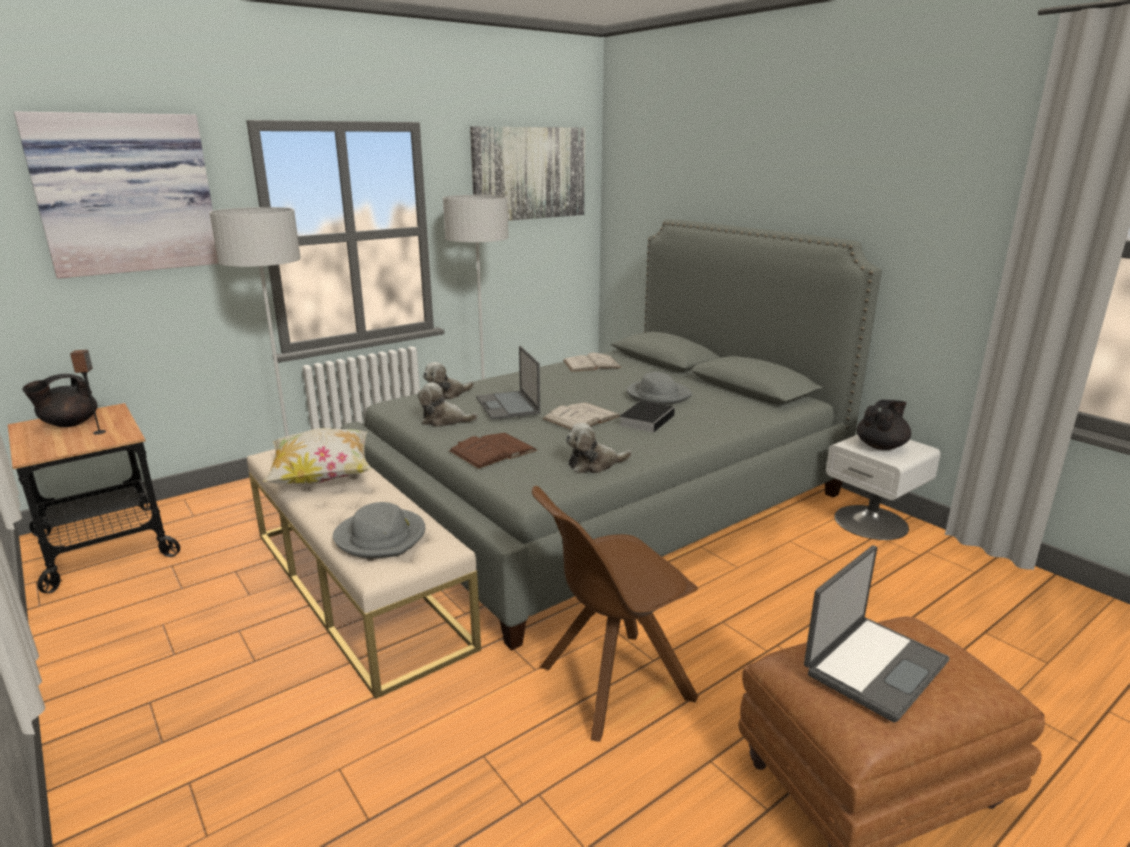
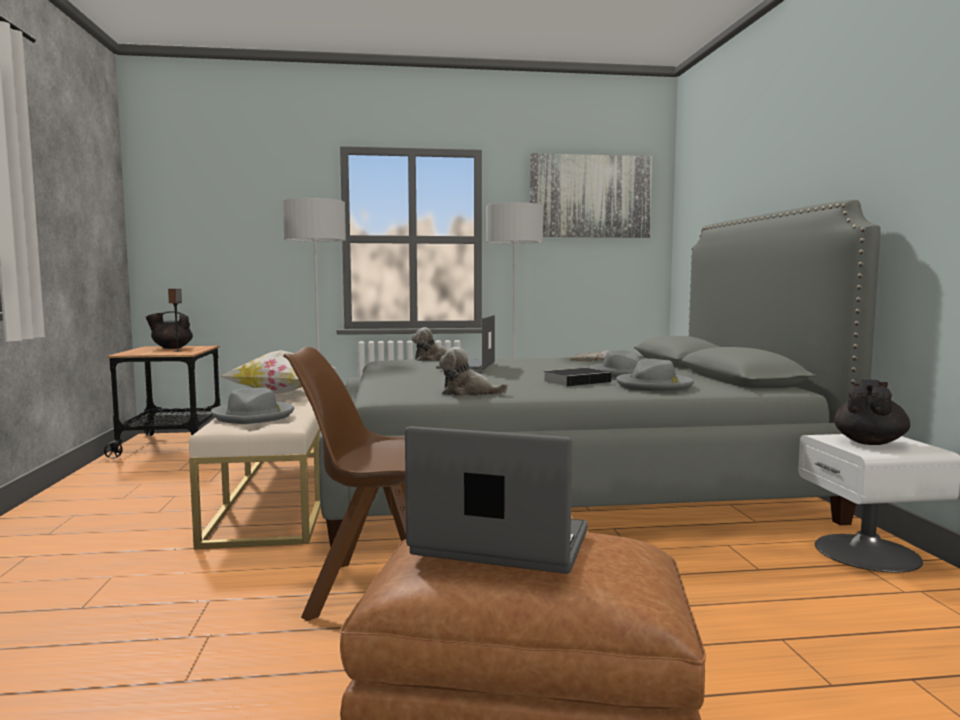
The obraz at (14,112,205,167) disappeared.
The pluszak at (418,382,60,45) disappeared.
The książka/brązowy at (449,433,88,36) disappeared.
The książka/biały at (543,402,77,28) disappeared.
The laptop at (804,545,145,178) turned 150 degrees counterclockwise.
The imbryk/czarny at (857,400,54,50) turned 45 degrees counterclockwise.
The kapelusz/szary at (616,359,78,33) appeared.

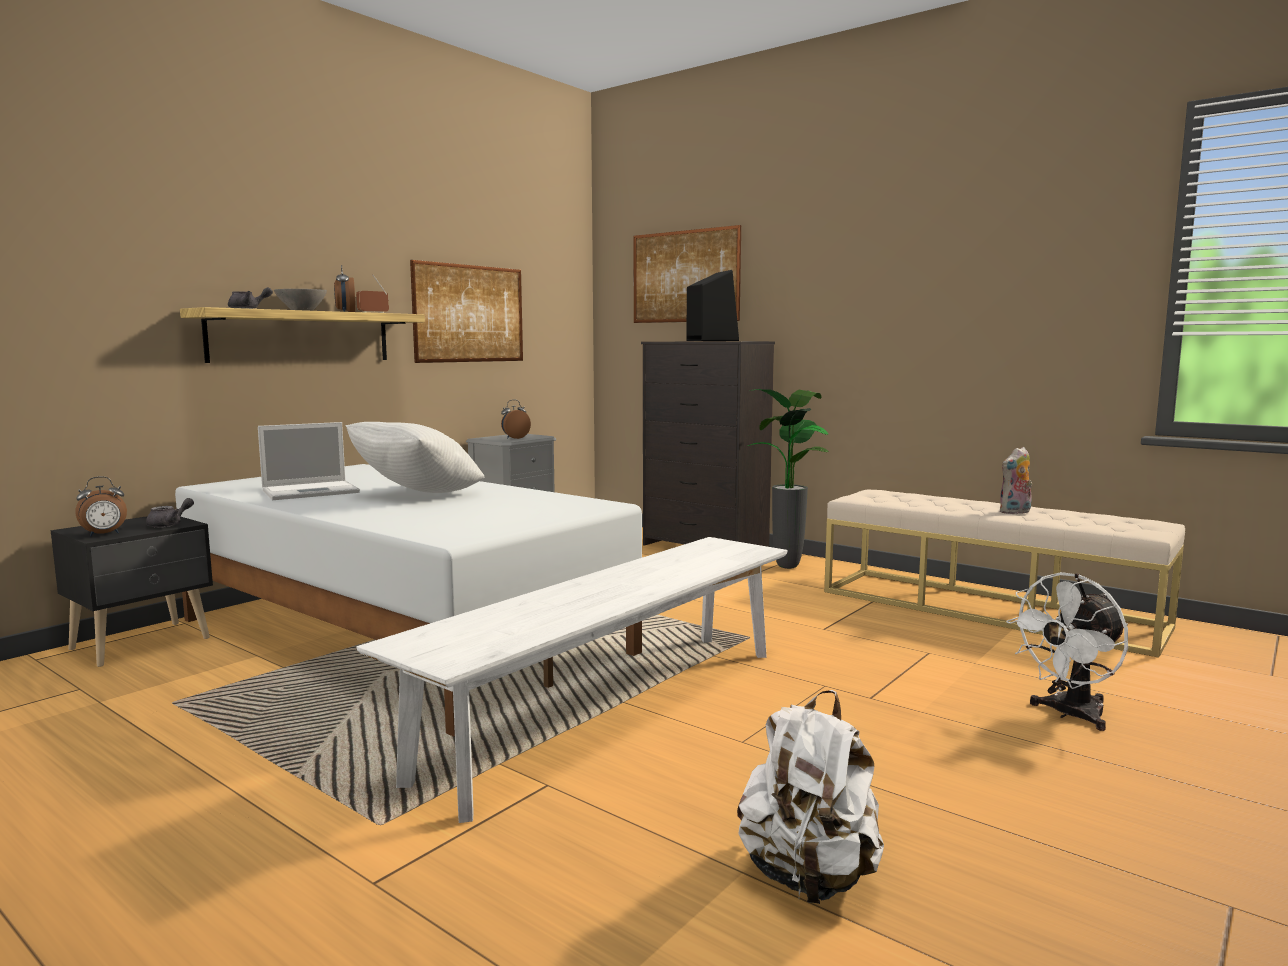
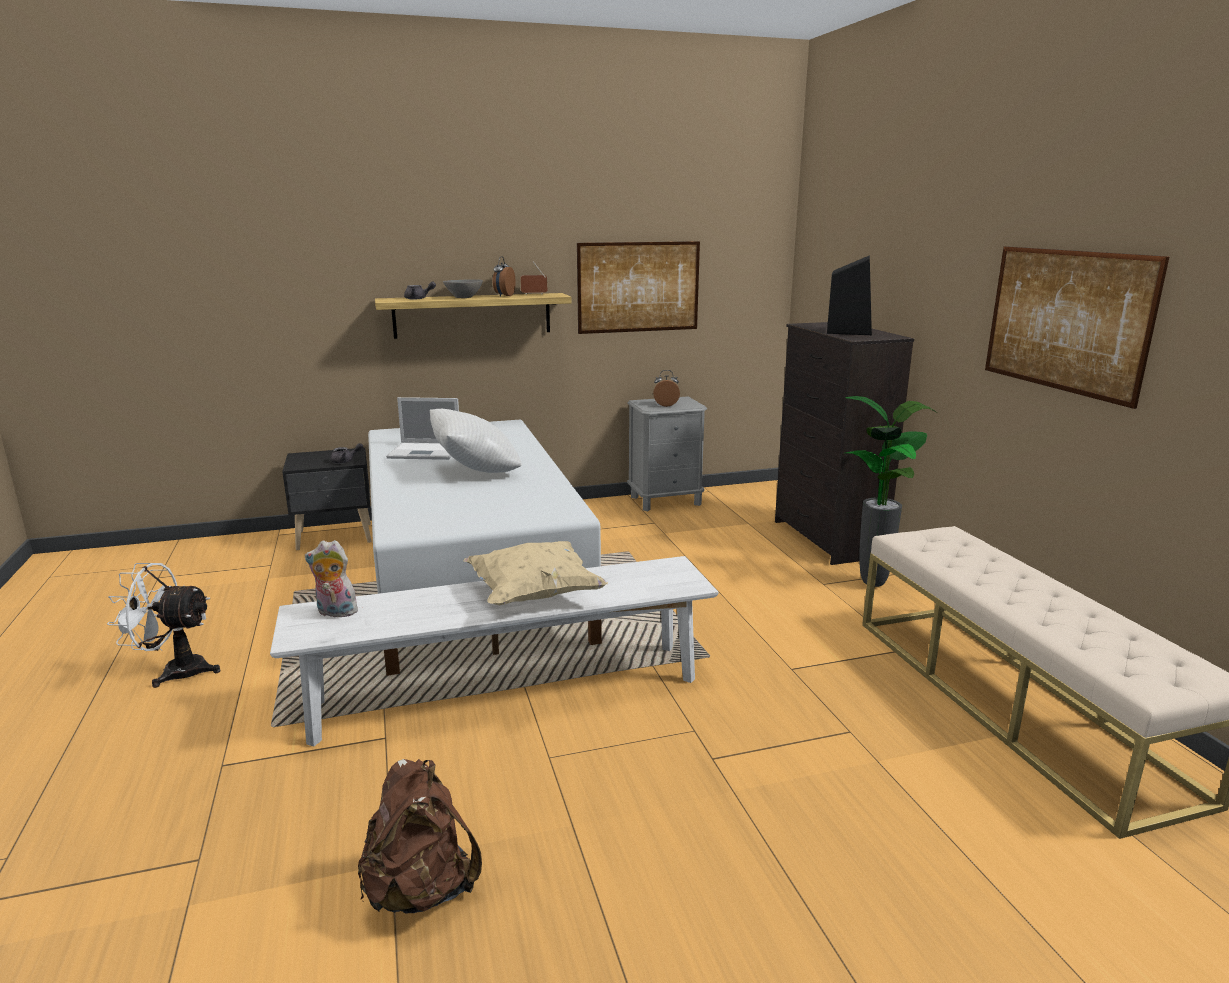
The budzik at (75,476,52,60) disappeared.
The obraz moved from (634,225,107,98) to (985,246,184,163).
The plecak/biały at (737,690,147,214) became the plecak/brązowy at (358,759,124,155).
The pluszak moved from (1000,447,32,67) to (305,540,53,77).
The wentylator/biały moved from (1006,572,122,159) to (107,563,113,125).
The poduszka/beżowy at (464,541,144,64) appeared.

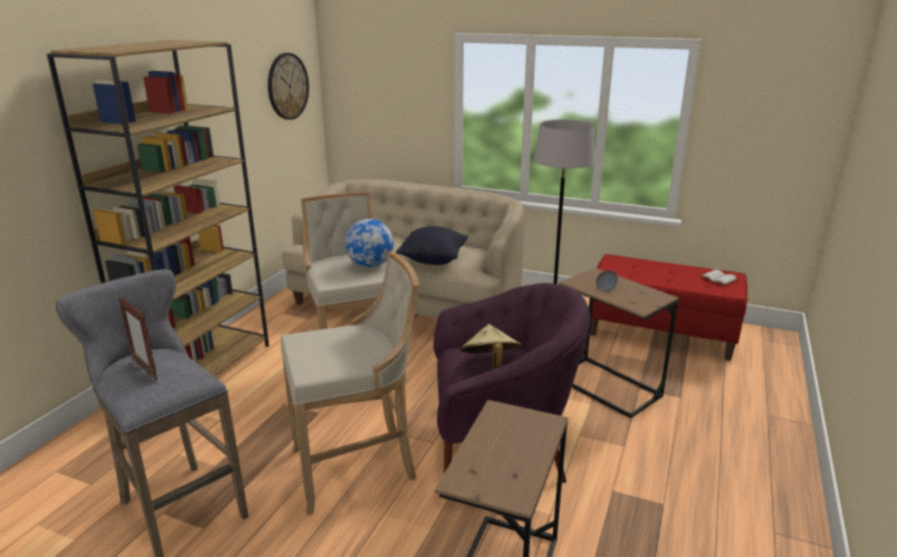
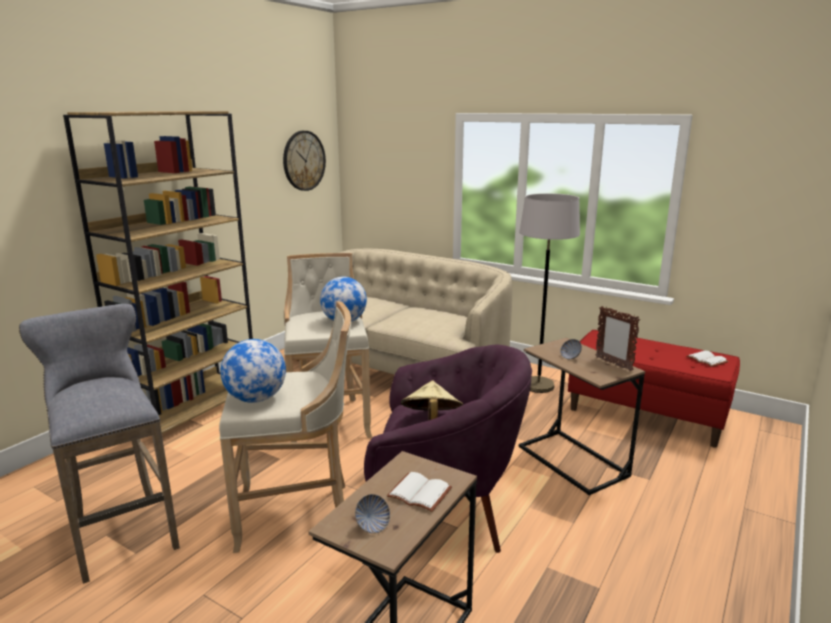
The ramka na zdjęcie moved from (118,296,40,84) to (596,306,44,65).
The poduszka/czarny at (396,226,72,39) disappeared.
The globus at (220,339,66,64) appeared.
The miska at (355,494,35,39) appeared.
The książka/biały at (387,472,65,40) appeared.

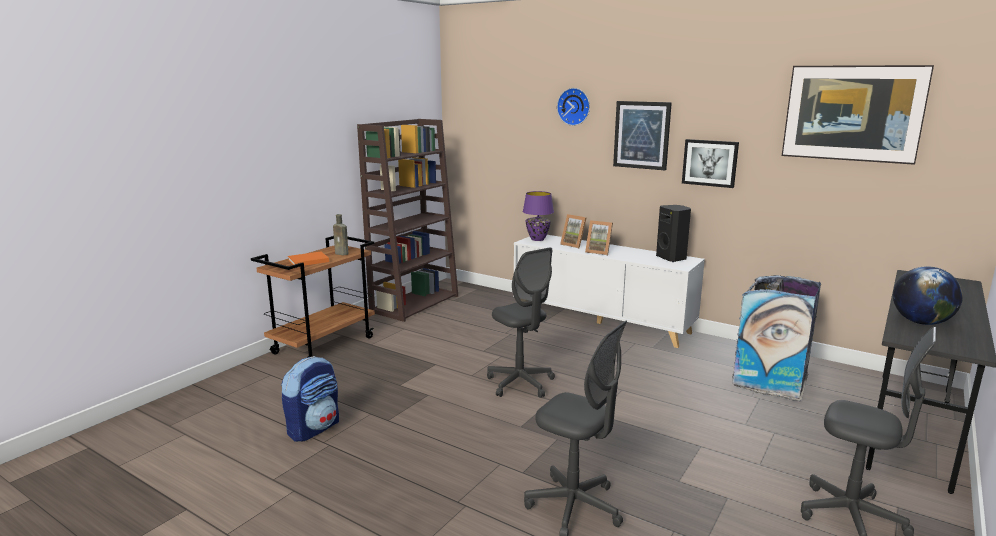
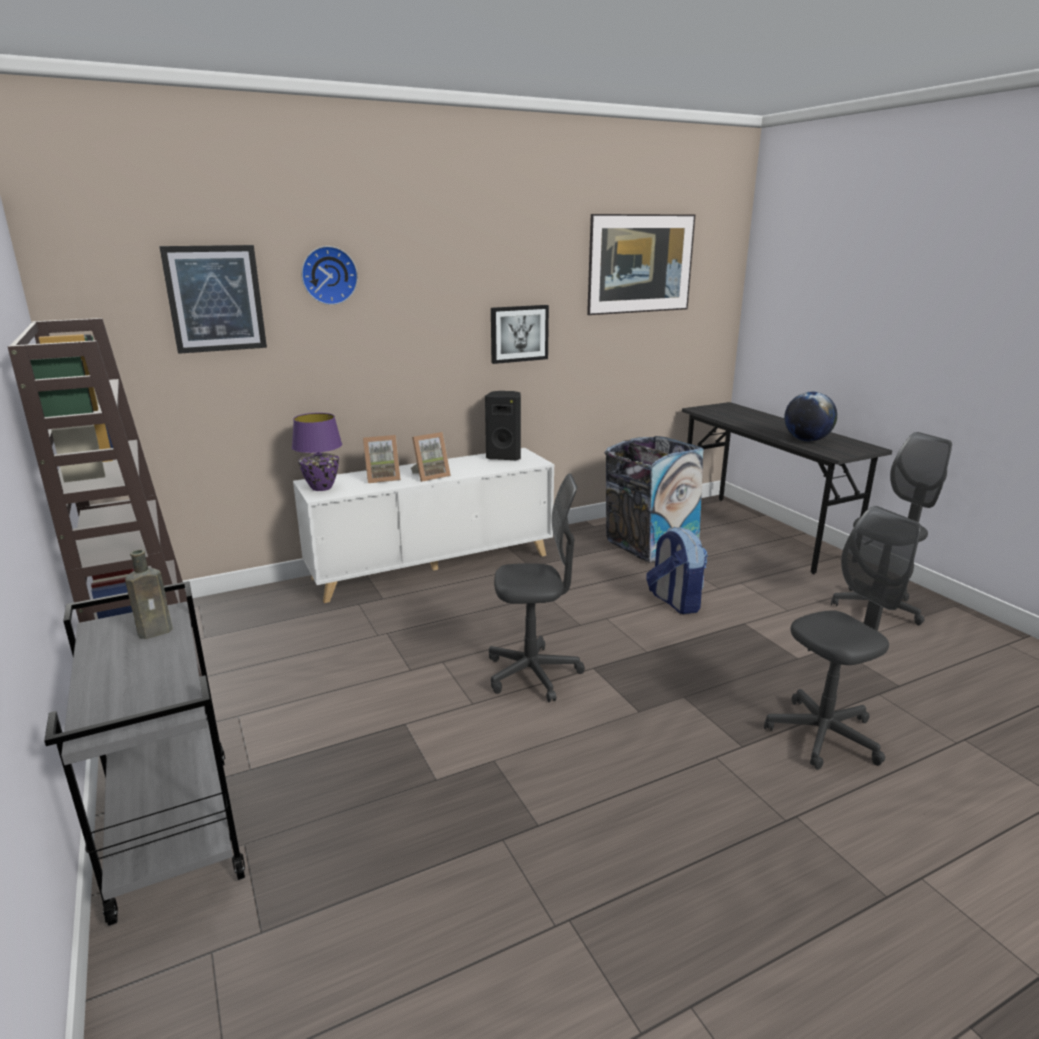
The wózek/brązowy at (251,236,124,122) became the wózek/szary at (44,581,201,345).
The plecak moved from (281,356,58,86) to (646,527,62,87).
The książka/pomarańczowy at (288,252,41,14) disappeared.
The obraz moved from (613,101,59,69) to (159,245,108,109).

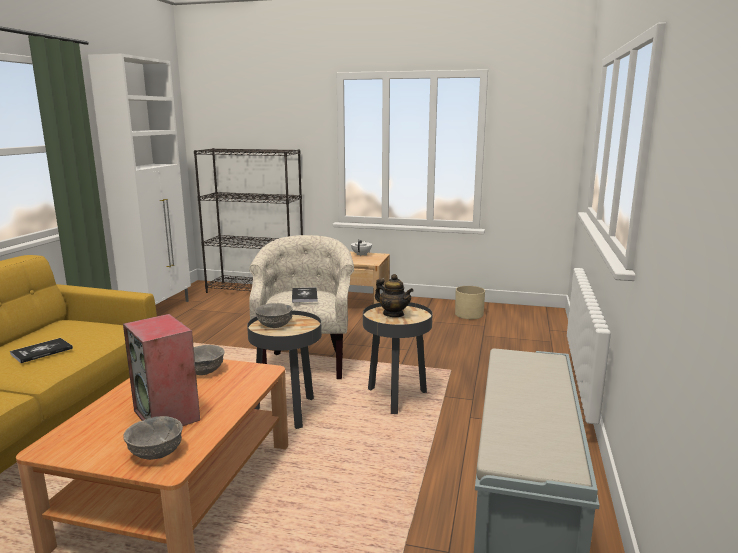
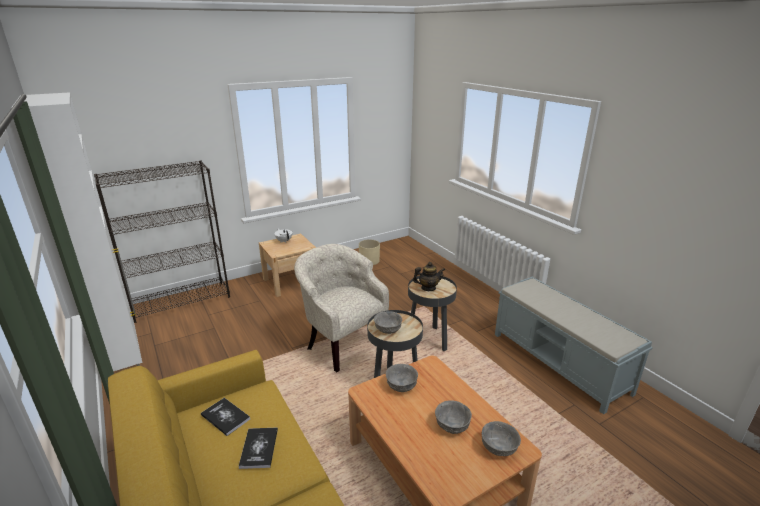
The głośnik at (123,314,77,112) was replaced by the miska/szary at (435,400,37,34).
The książka moved from (292,287,26,16) to (201,398,49,38).

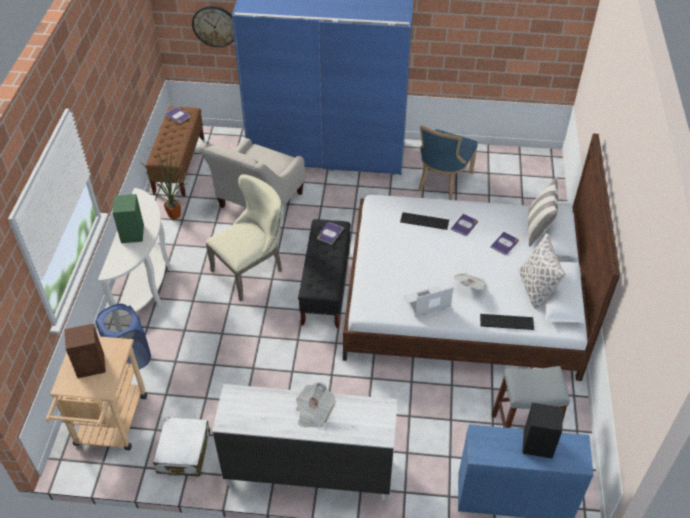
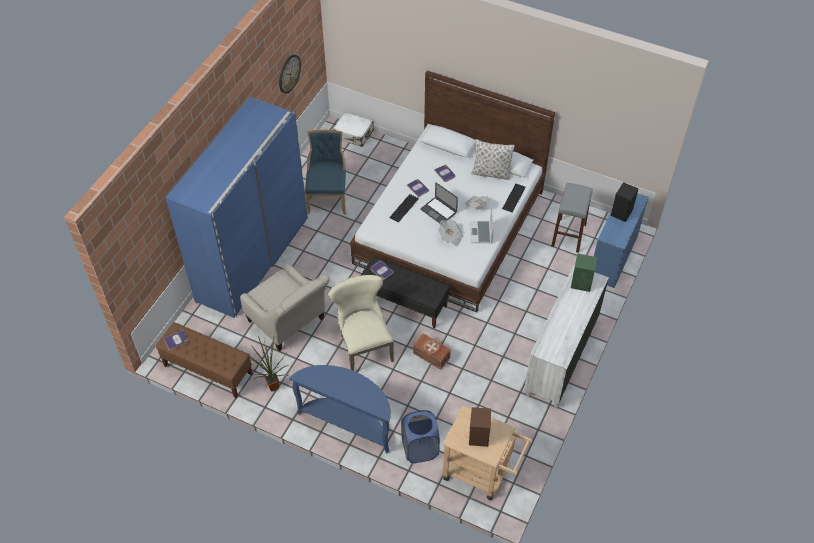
The stolik konsolowy/biały at (98,188,74,125) became the stolik konsolowy/niebieski at (289,365,102,89).
The głośnik/zielony moved from (112,194,32,49) to (571,254,26,38).
The walizka/biały moved from (153,417,57,59) to (333,112,41,35).
The zegar ścienny moved from (192,6,42,41) to (279,55,22,38).
The gazeta moved from (296,382,40,46) to (438,220,25,26).
The krzesło/niebieski at (418,125,60,75) turned 135 degrees counterclockwise.
The poduszka at (528,177,30,70) disappeared.
The pojemnik do przechowywania/brązowy at (413,333,38,37) appeared.
The laptop at (420,183,38,41) appeared.

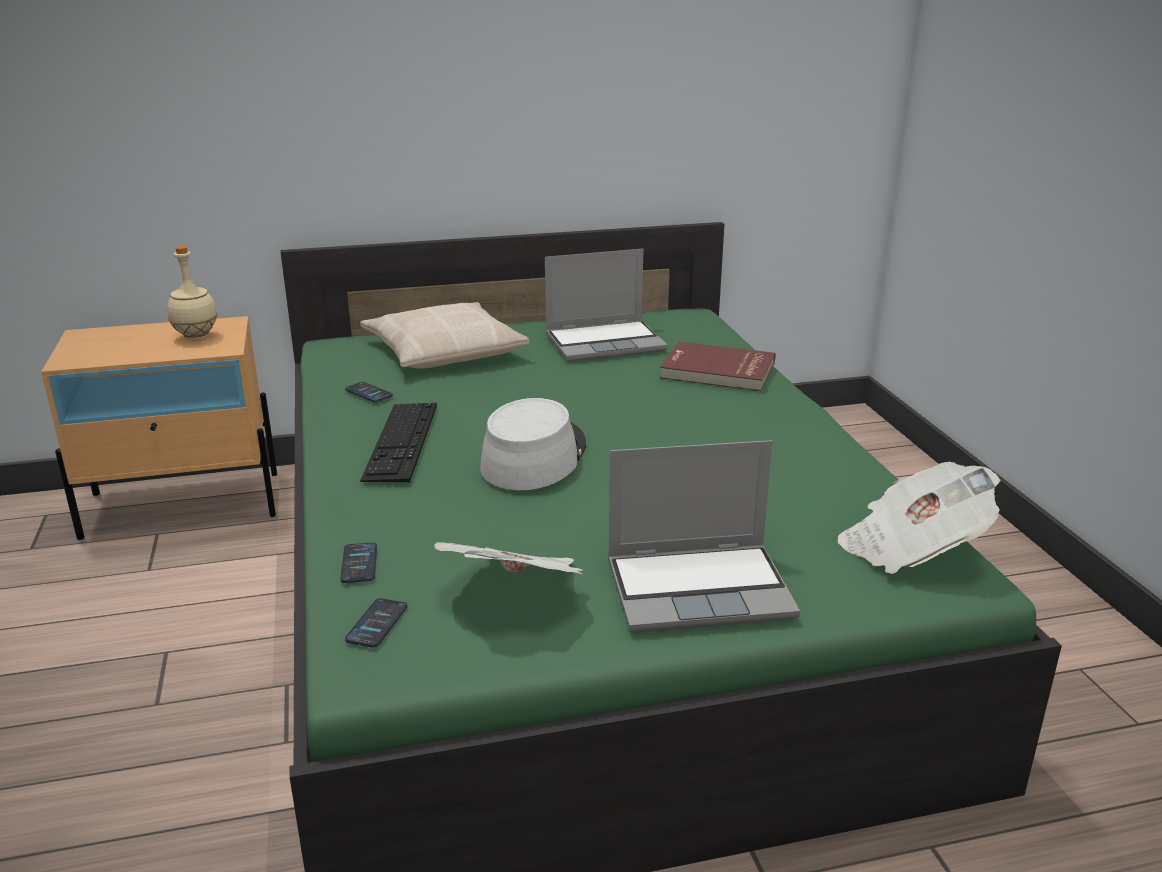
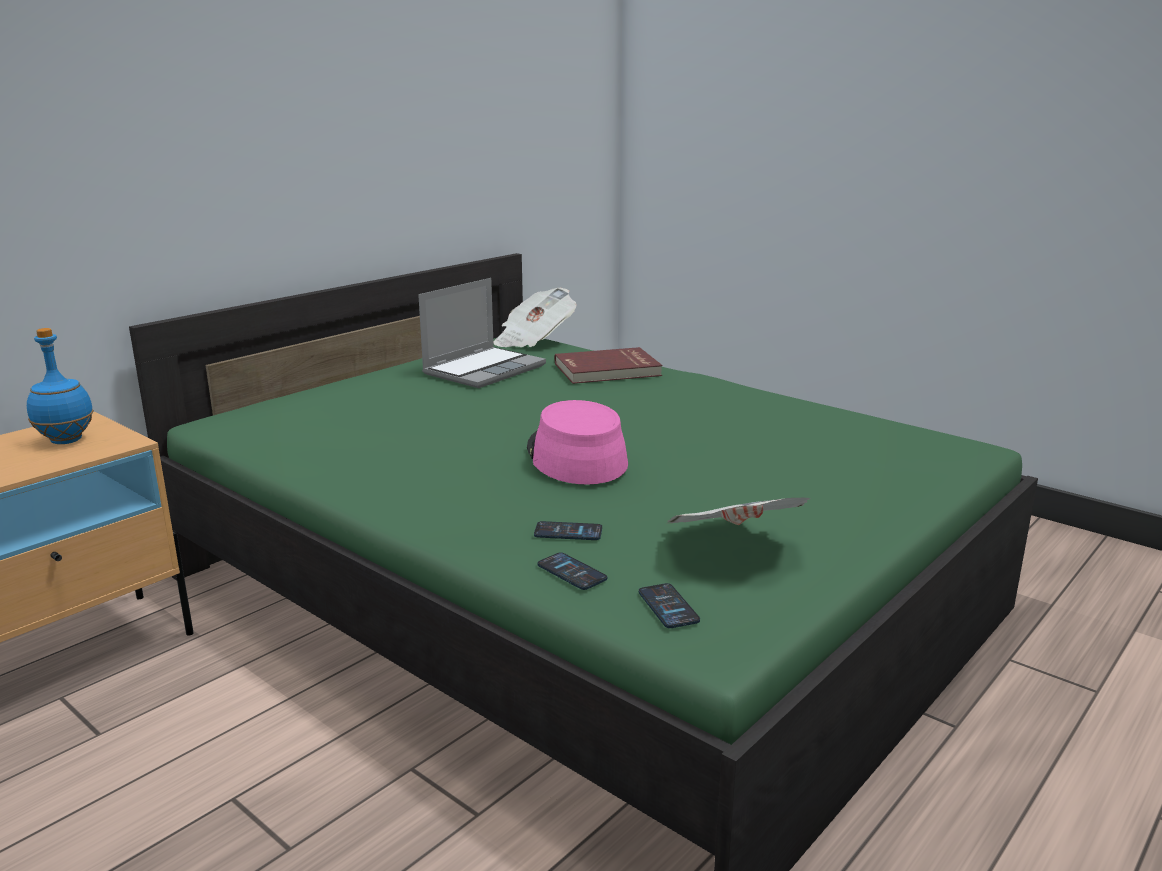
The butelka/beżowy at (167,246,50,94) became the butelka/niebieski at (27,328,67,116).
The telefon moved from (345,382,48,20) to (534,521,68,19).
The poduszka/beżowy at (360,302,169,67) disappeared.
The klawiatura at (360,403,77,79) disappeared.
The kapelusz/szary at (480,398,106,92) became the kapelusz/różowy at (527,400,101,85).
The laptop at (608,440,192,193) disappeared.
The gazeta moved from (838,462,163,112) to (493,288,84,59).

